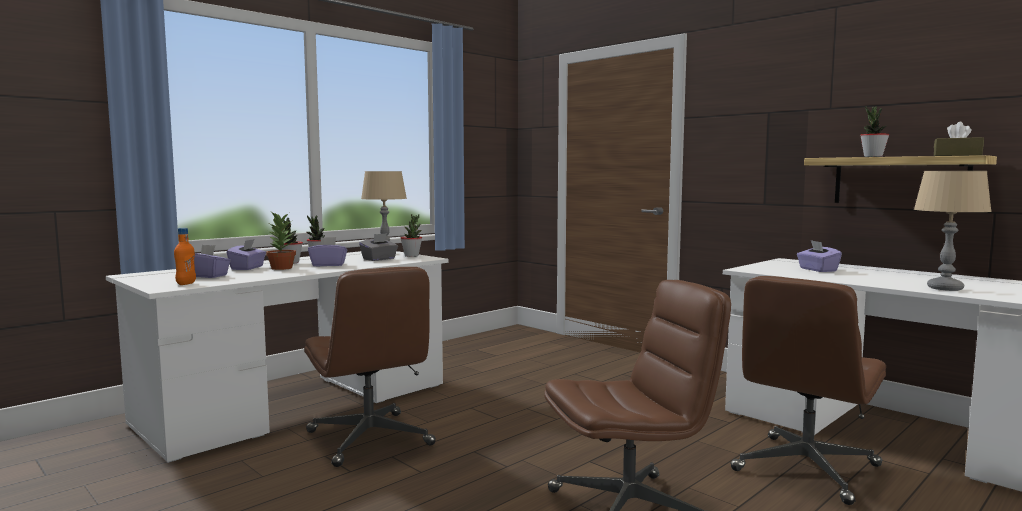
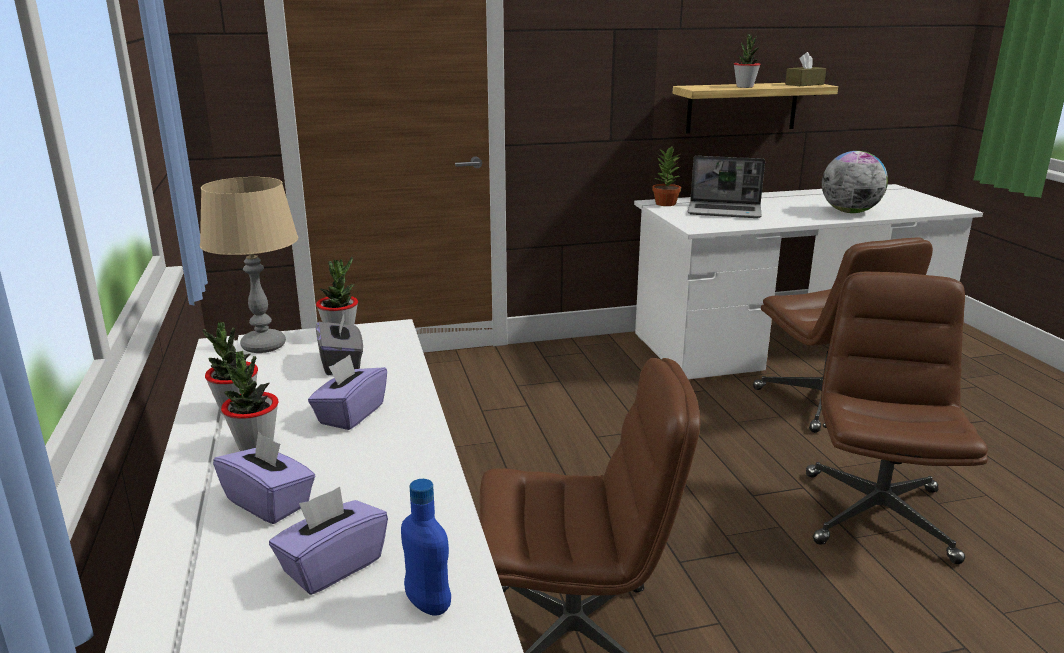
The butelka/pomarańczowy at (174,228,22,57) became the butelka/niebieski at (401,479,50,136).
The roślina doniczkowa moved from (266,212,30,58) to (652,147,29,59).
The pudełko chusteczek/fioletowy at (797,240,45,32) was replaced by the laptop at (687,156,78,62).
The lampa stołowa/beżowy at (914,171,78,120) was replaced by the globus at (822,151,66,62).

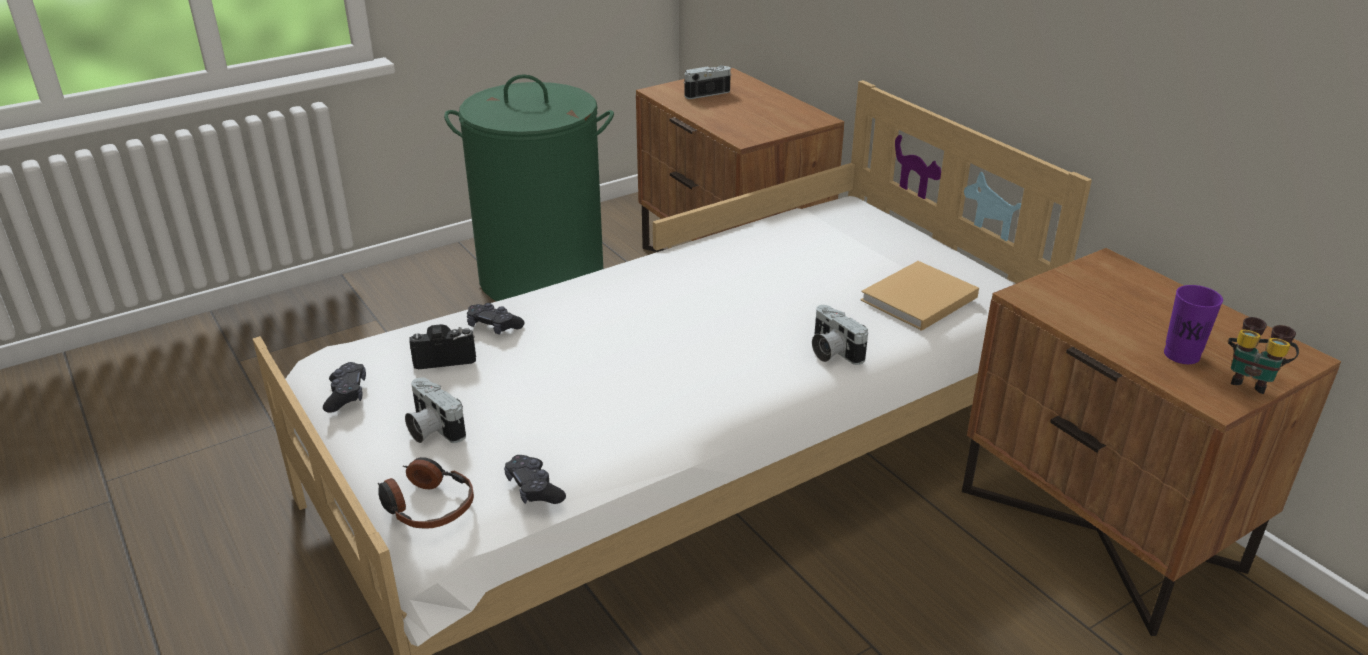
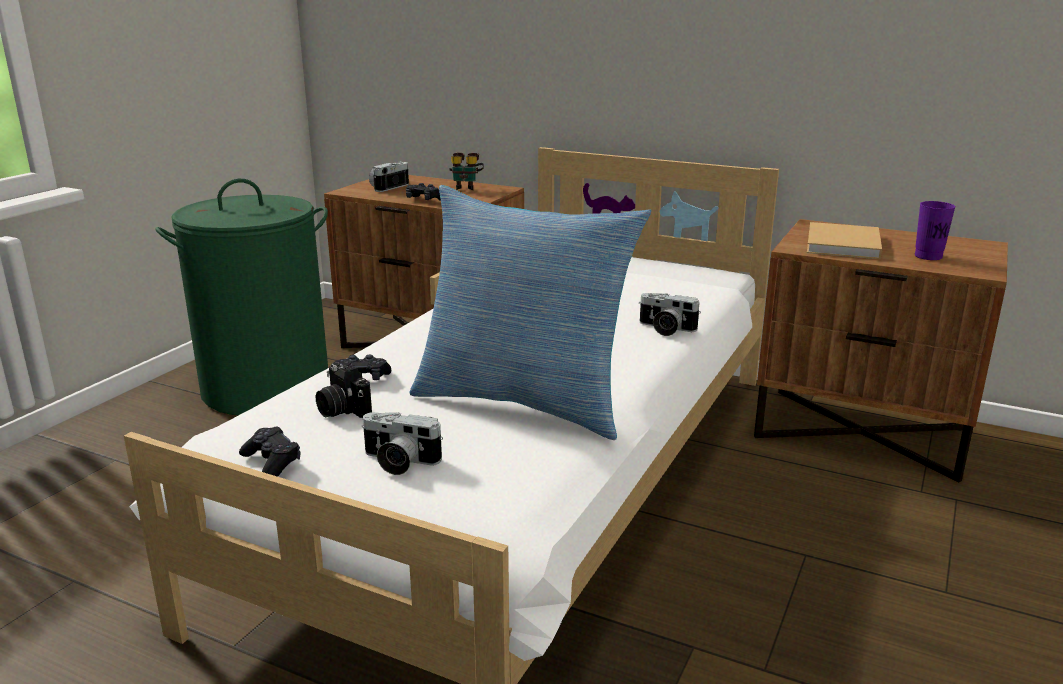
The słuchawki at (378,457,96,72) disappeared.
The aparat fotograficzny at (409,324,67,45) turned 90 degrees counterclockwise.
The pad do gier/czarny moved from (504,455,62,49) to (406,183,35,18).
The książka/beżowy moved from (860,261,119,70) to (807,222,75,37).
The lornetka moved from (1228,317,71,77) to (449,153,35,37).
The poduszka at (410,185,241,255) appeared.

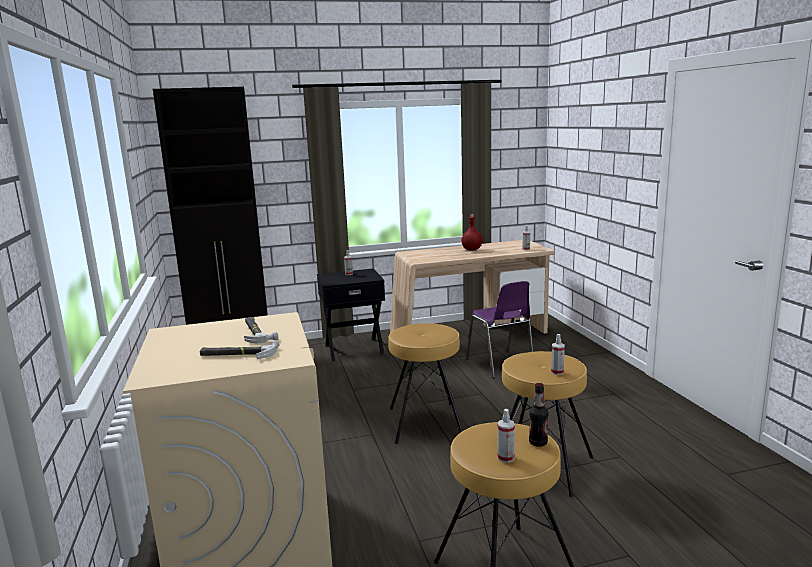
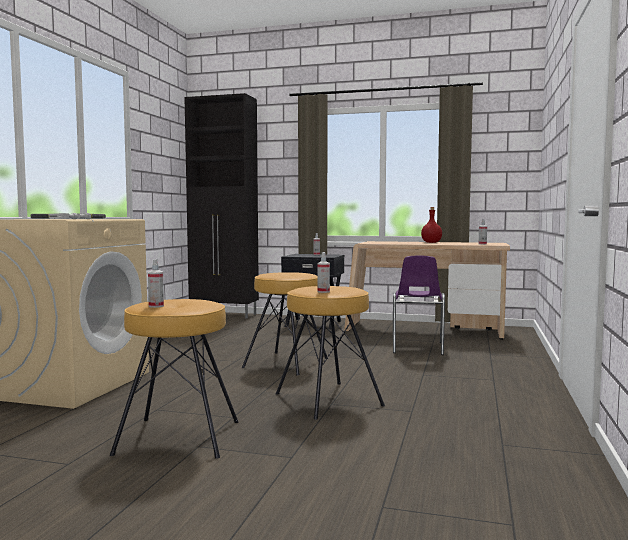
The butelka at (529,383,19,64) disappeared.

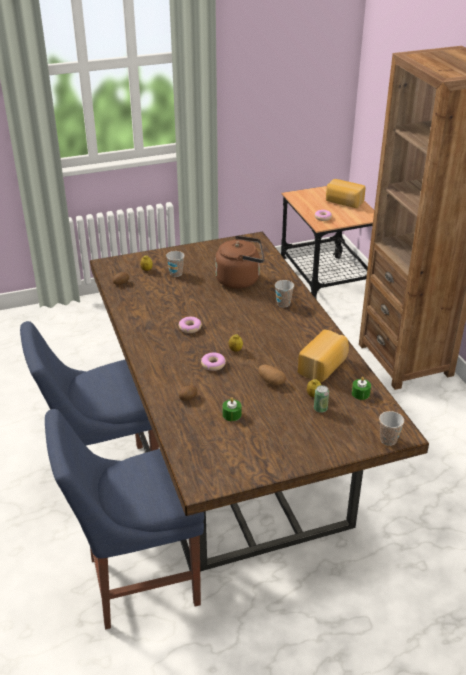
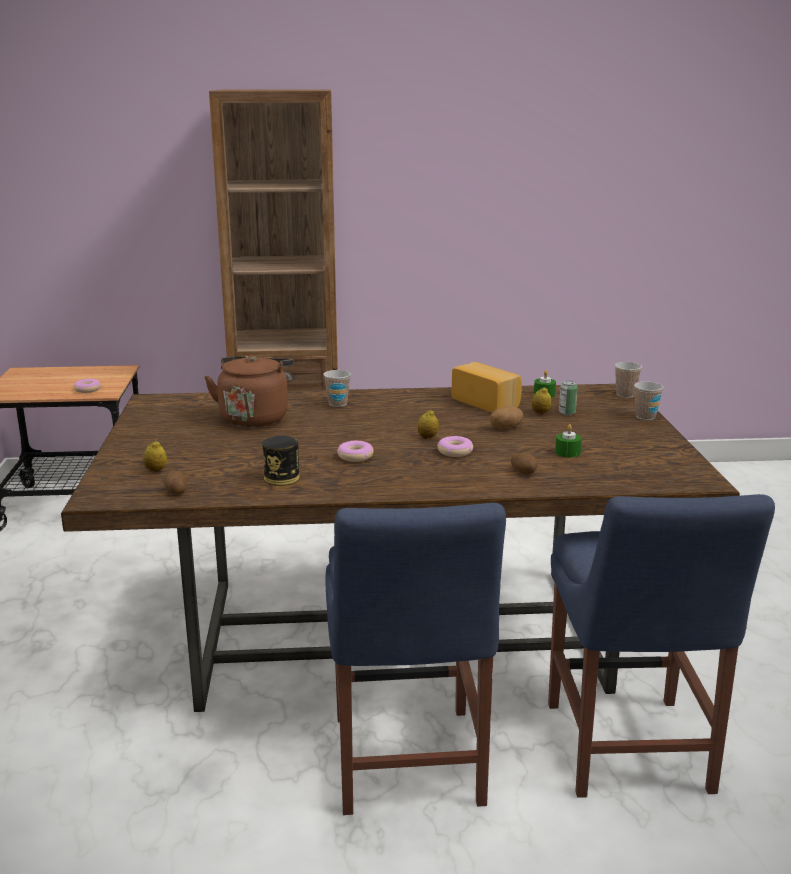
The filiżanka moved from (166,251,19,26) to (634,382,29,38).
The chleb at (326,179,40,29) disappeared.
The puszka at (262,436,38,50) appeared.

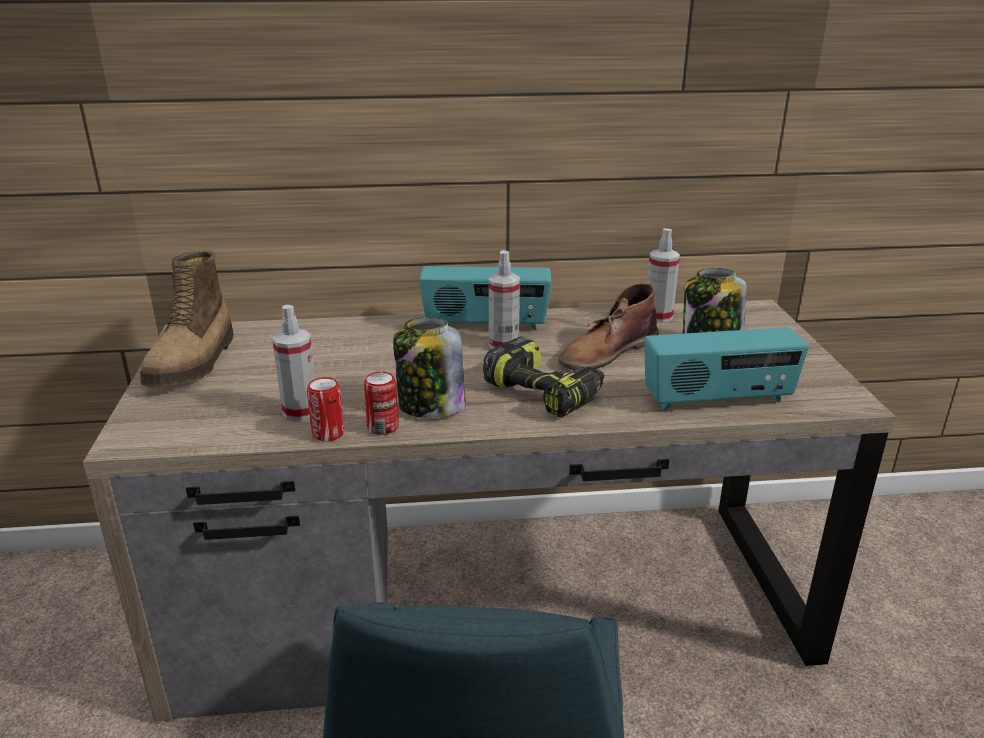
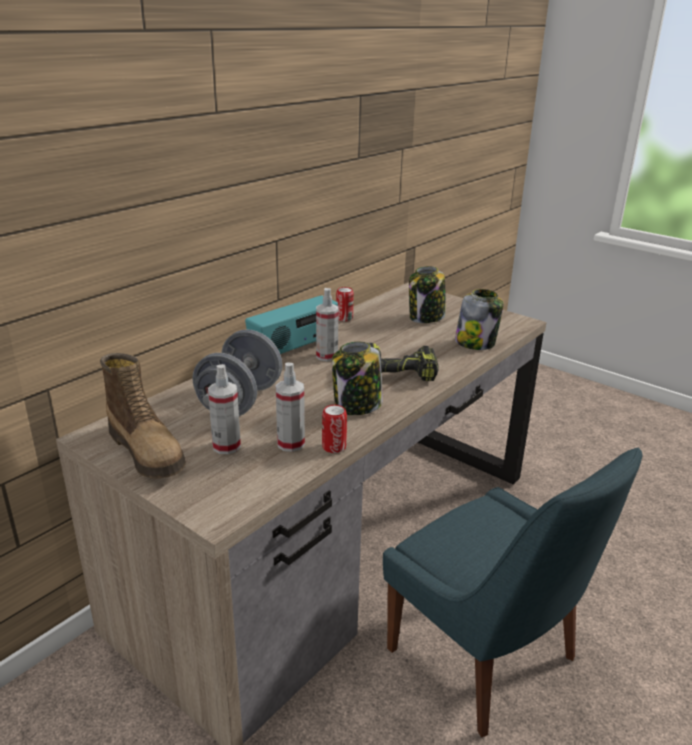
The puszka moved from (364,372,35,63) to (336,287,18,35).
The but z cholewką/brązowy at (558,283,101,87) disappeared.
The radio at (644,327,165,83) was replaced by the słoik at (455,289,49,61).
The spryskiwacz moved from (647,228,33,95) to (208,364,33,90).
The hantel/szary at (192,329,90,87) appeared.

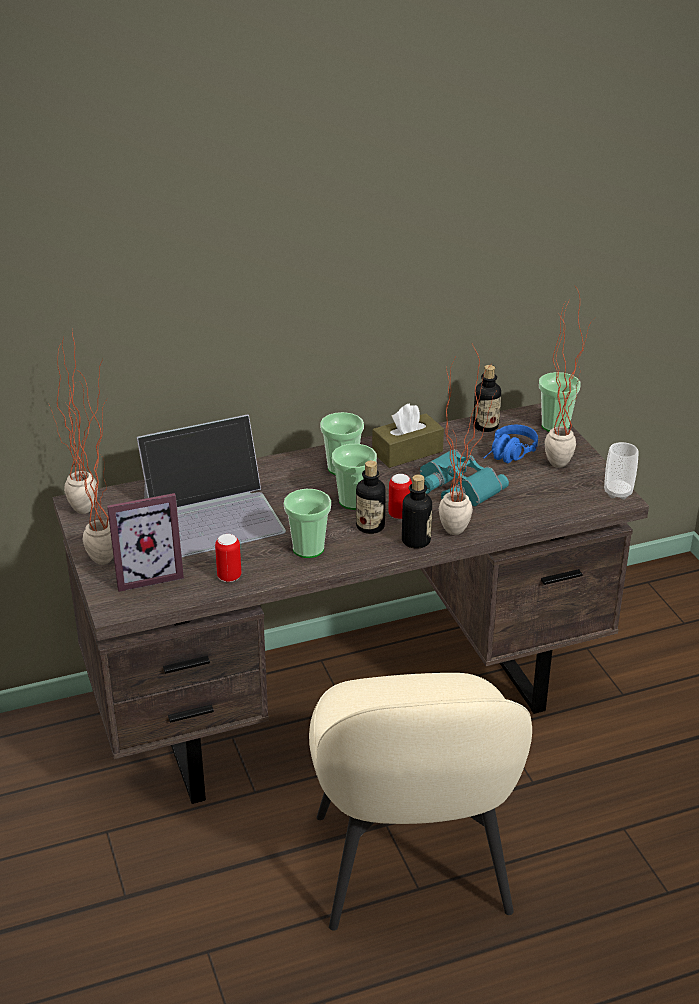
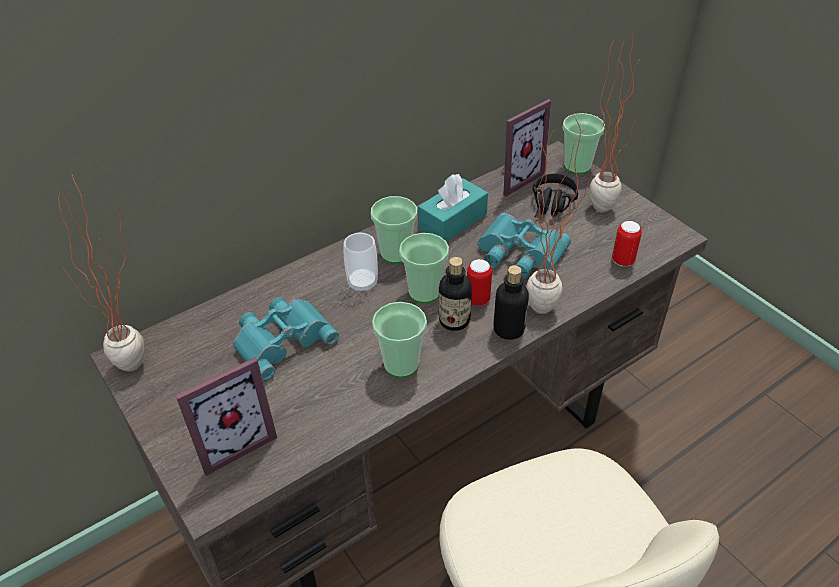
The roślina doniczkowa at (66,369,48,196) disappeared.
The laptop at (137,414,149,143) was replaced by the lornetka/turkusowy at (233,297,106,83).
The puszka moved from (215,534,26,48) to (612,221,30,46).
The pudełko chusteczek/brązowy at (372,403,72,65) became the pudełko chusteczek/turkusowy at (418,174,70,68).
The butelka at (473,365,28,67) was replaced by the ramka na zdjęcie at (501,99,50,98).
The słuchawki/niebieski at (484,425,54,38) became the słuchawki/czarny at (533,173,45,44).
The filiżanka moved from (604,442,34,58) to (343,232,35,60).

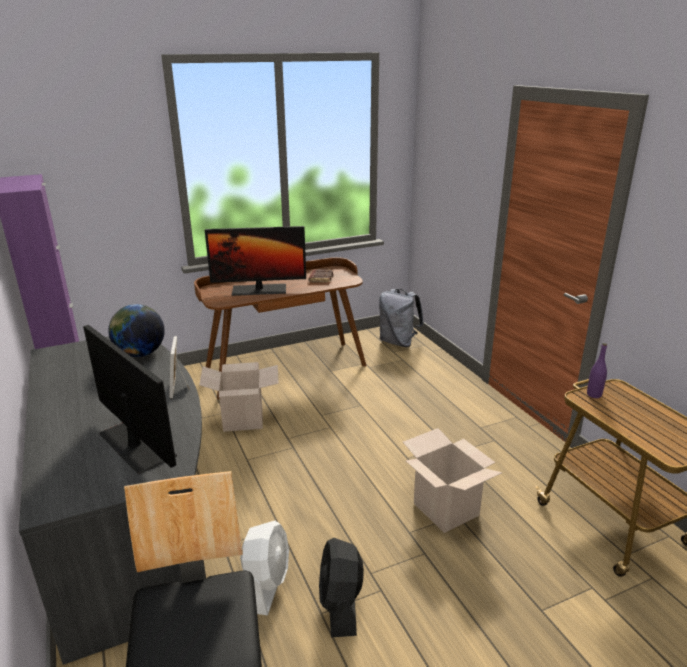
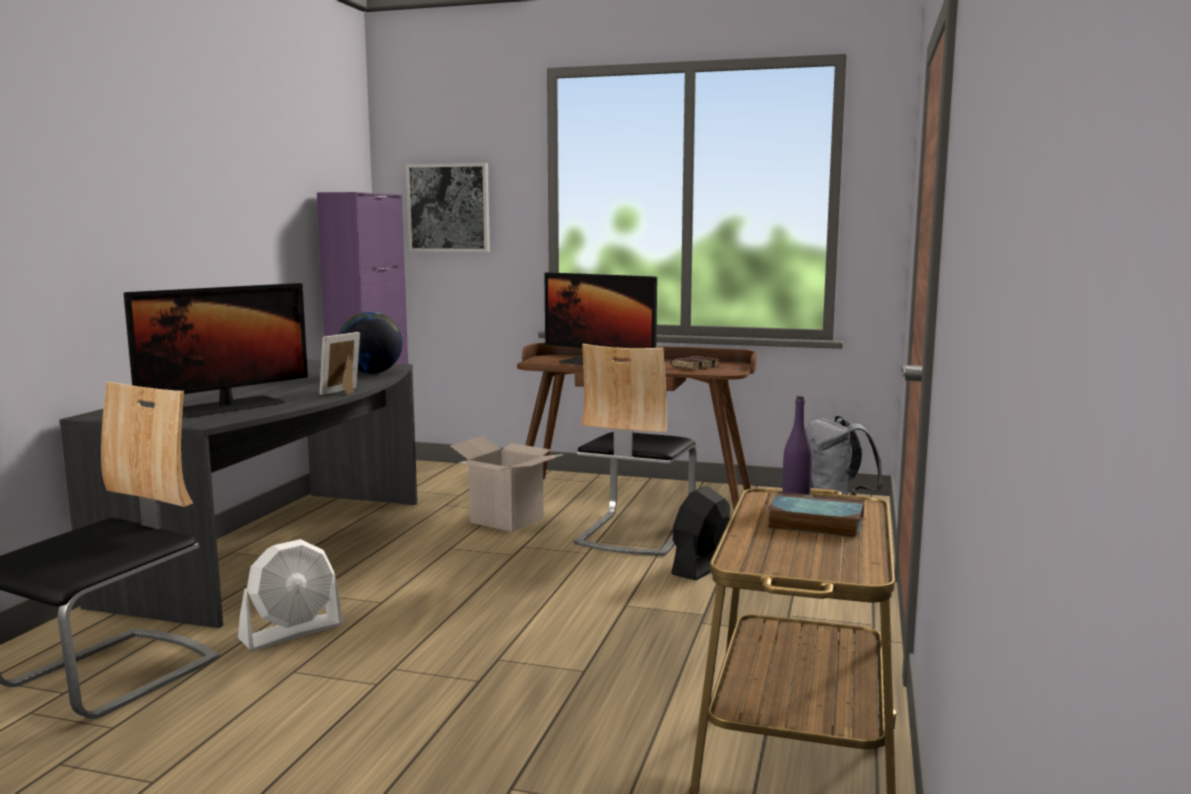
The monitor at (83,325,94,149) turned 45 degrees clockwise.
The wentylator/czarny moved from (319,538,45,99) to (671,486,59,94).
The karton at (403,428,99,105) disappeared.
The obraz at (406,163,84,89) appeared.
The krzesło at (574,344,123,212) appeared.
The książka at (767,492,97,46) appeared.

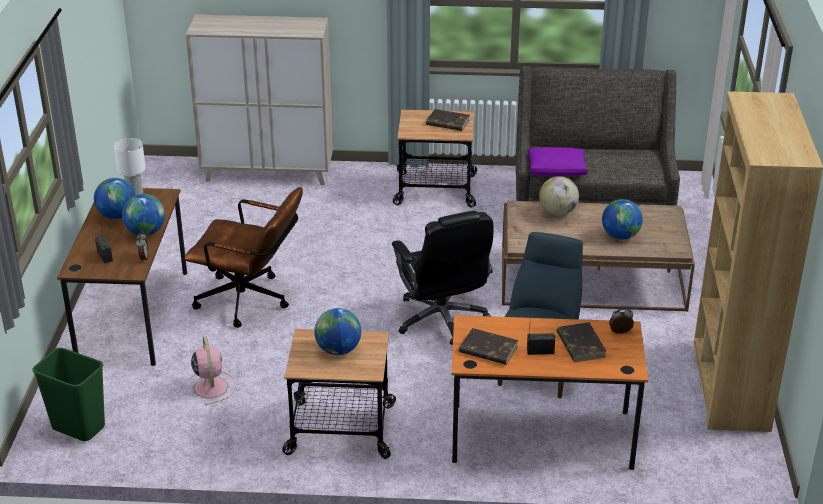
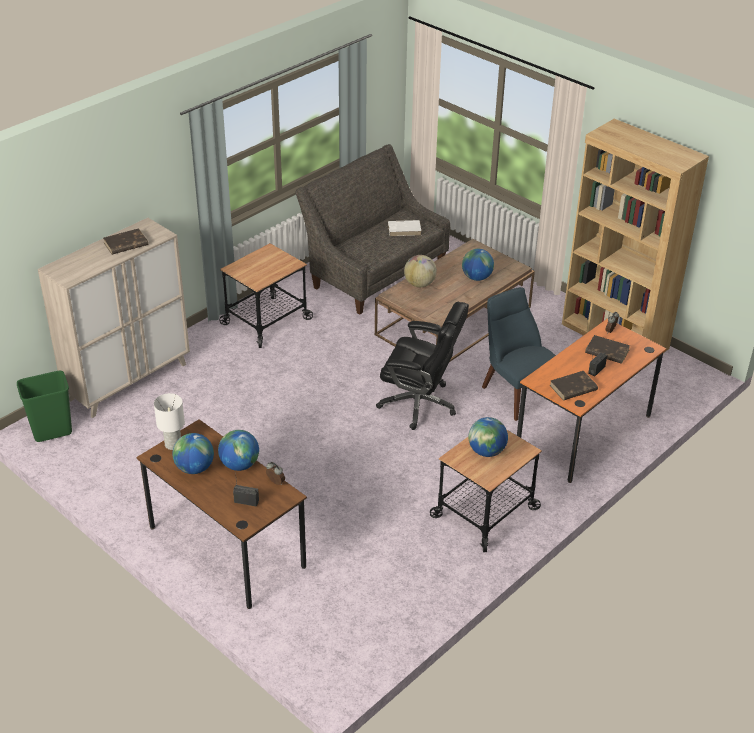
The kosz na śmieci/zielony moved from (32,348,73,93) to (17,371,55,71).
The krzesło biurowe/brązowy at (184,187,119,141) disappeared.
The wentylator/różowy at (185,336,51,69) disappeared.
The książka/brązowy moved from (426,109,44,22) to (103,228,45,27).
The poduszka/fioletowy at (528,147,59,29) disappeared.
The książka/biały at (388,220,33,16) appeared.

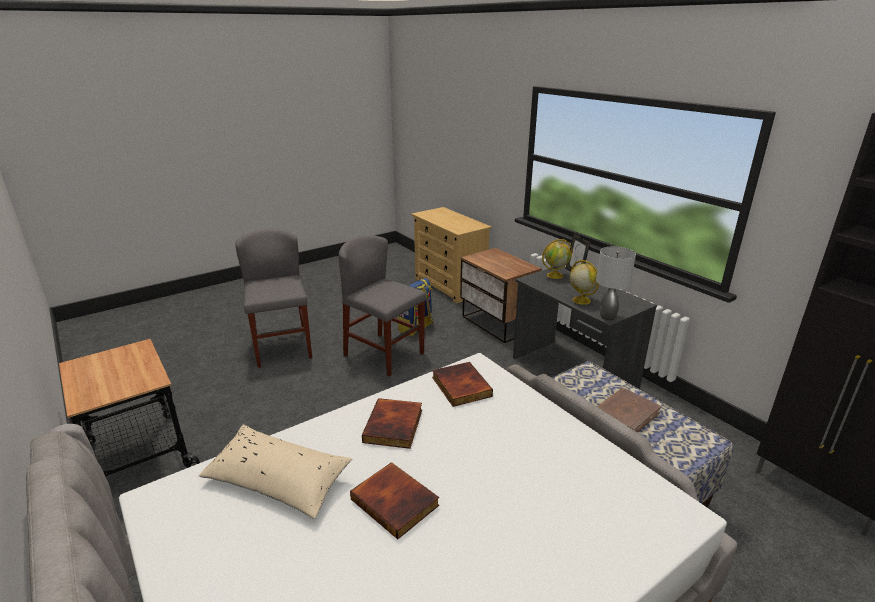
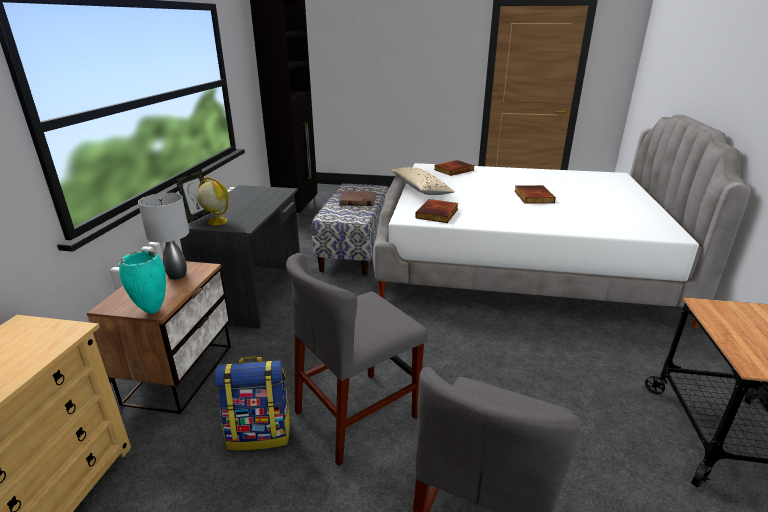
The poduszka/beżowy moved from (199,425,153,94) to (391,167,64,28).
The krzesło/szary at (339,235,87,142) turned 60 degrees clockwise.
The książka moved from (362,398,60,51) to (434,160,40,16).
The globus at (570,260,29,45) disappeared.
The lampa stołowa/szary moved from (596,246,40,74) to (138,193,51,87).
The wazon/turkusowy at (119,251,47,63) appeared.

